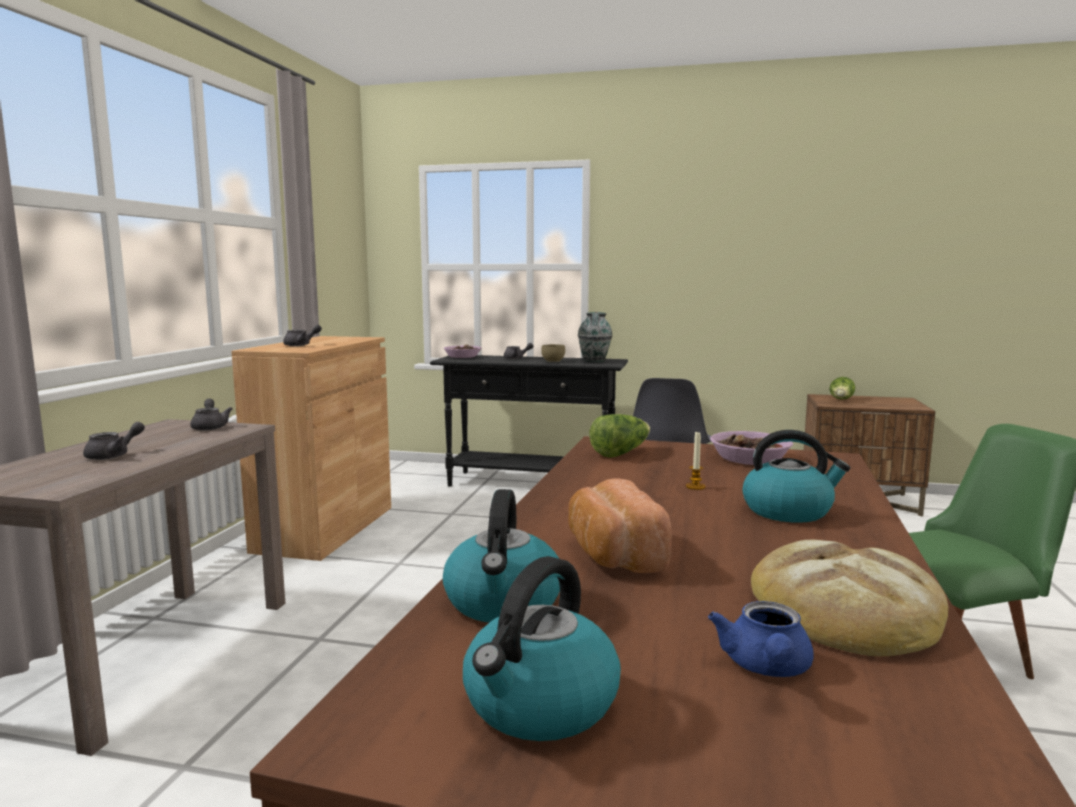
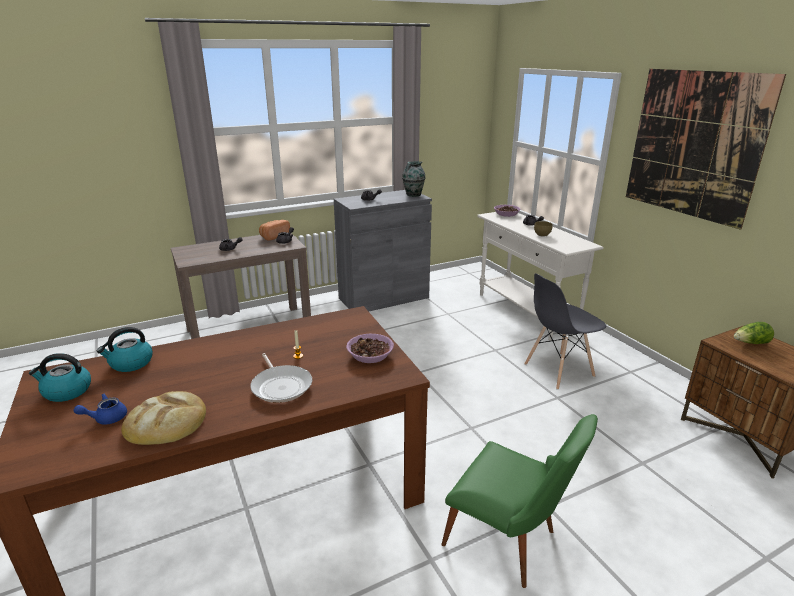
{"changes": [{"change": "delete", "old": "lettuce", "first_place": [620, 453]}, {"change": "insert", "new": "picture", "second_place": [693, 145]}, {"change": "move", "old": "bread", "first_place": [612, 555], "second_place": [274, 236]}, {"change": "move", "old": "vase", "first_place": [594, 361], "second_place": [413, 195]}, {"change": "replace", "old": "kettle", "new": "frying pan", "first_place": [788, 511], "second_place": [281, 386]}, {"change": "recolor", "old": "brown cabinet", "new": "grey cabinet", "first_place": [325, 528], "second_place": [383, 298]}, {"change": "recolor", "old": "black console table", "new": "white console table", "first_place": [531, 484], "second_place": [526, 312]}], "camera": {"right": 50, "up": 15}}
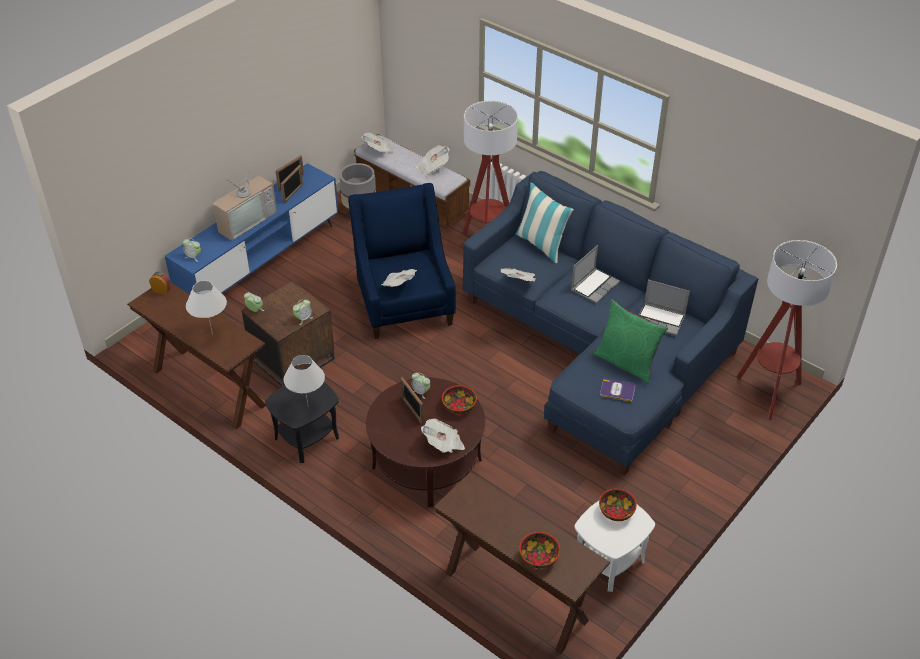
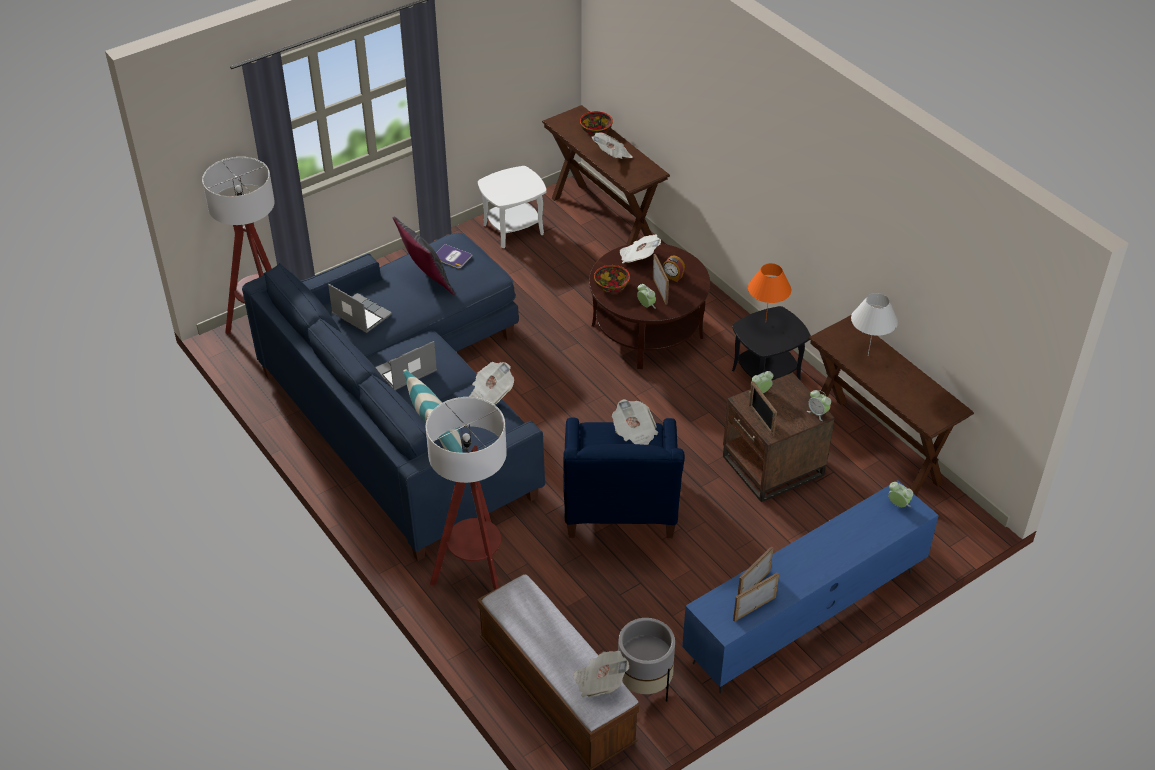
{"changes": [{"change": "delete", "old": "television", "first_place": [245, 220]}, {"change": "delete", "old": "bowl", "first_place": [616, 511]}, {"change": "insert", "new": "picture frame", "second_place": [761, 420]}, {"change": "move", "old": "alarm clock", "first_place": [162, 290], "second_place": [673, 277]}, {"change": "move", "old": "newspaper", "first_place": [432, 167], "second_place": [612, 155]}, {"change": "recolor", "old": "white table lamp", "new": "orange table lamp", "first_place": [308, 407], "second_place": [765, 322]}, {"change": "recolor", "old": "green pillow", "new": "grey pillow", "first_place": [626, 363], "second_place": [426, 281]}], "camera": {"right": -165, "up": 0}}
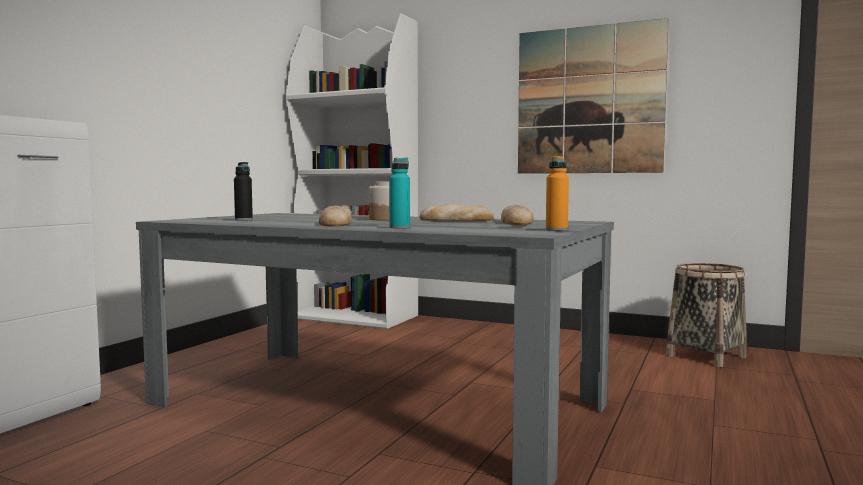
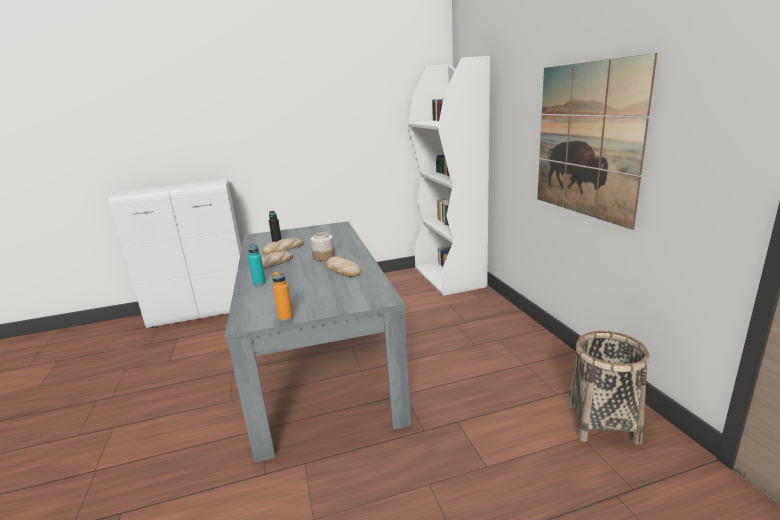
{"changes": [{"change": "move", "old": "bread", "first_place": [517, 222], "second_place": [283, 248]}], "camera": {"right": 50, "up": 15}}
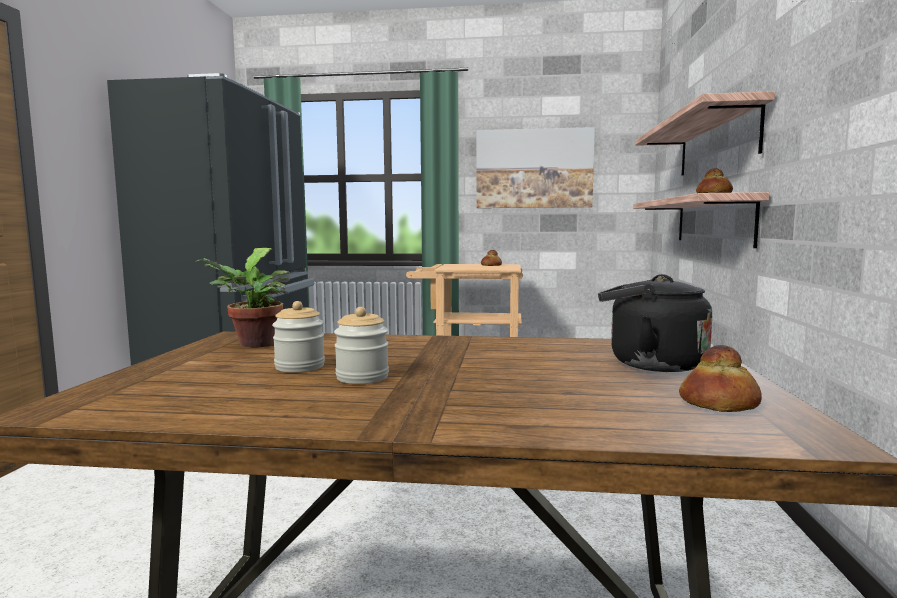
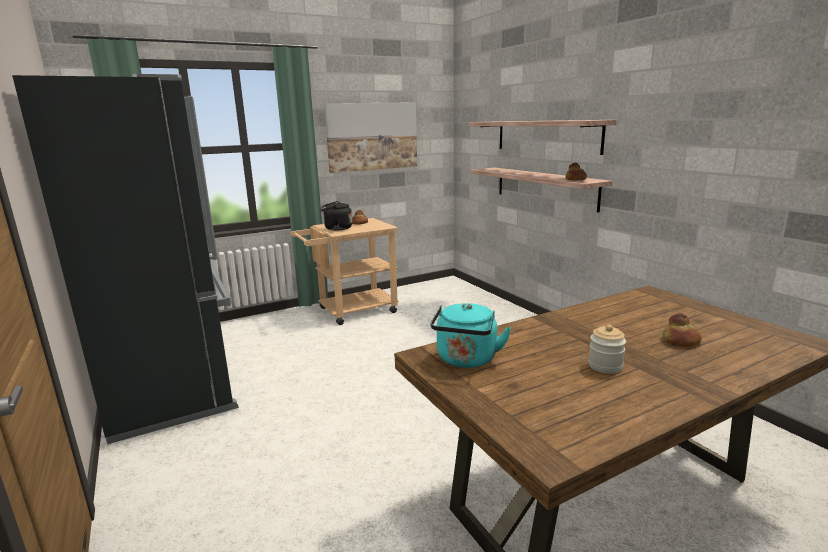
{"changes": [{"change": "delete", "old": "jar", "first_place": [300, 367]}, {"change": "move", "old": "black kettle", "first_place": [650, 364], "second_place": [336, 228]}, {"change": "move", "old": "bread", "first_place": [720, 403], "second_place": [681, 341]}, {"change": "replace", "old": "potted plant", "new": "turquoise kettle", "first_place": [254, 345], "second_place": [466, 360]}], "camera": {"right": -35, "up": 10}}
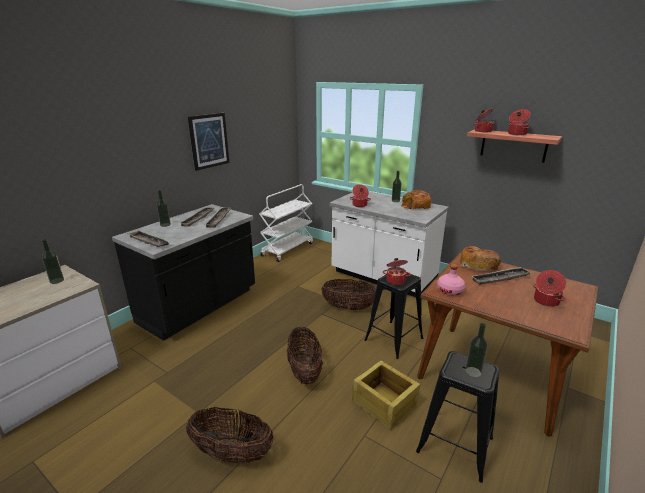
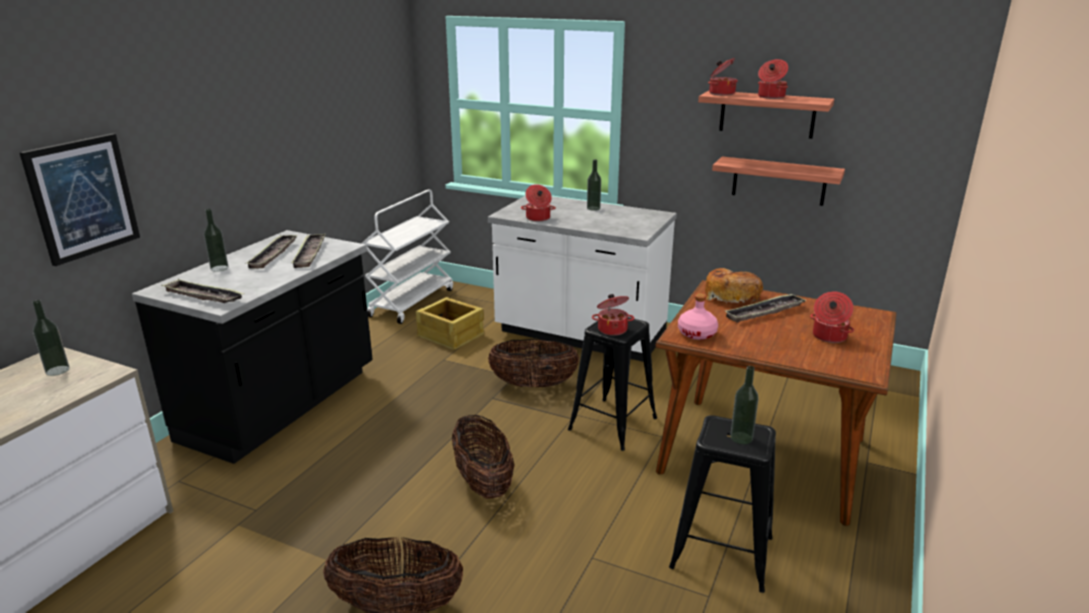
{"changes": [{"change": "delete", "old": "bread", "first_place": [415, 206]}, {"change": "insert", "new": "shelf", "second_place": [779, 181]}, {"change": "move", "old": "picture", "first_place": [209, 141], "second_place": [82, 198]}, {"change": "move", "old": "crate", "first_place": [384, 404], "second_place": [450, 336]}], "camera": {"right": -10, "up": 0}}
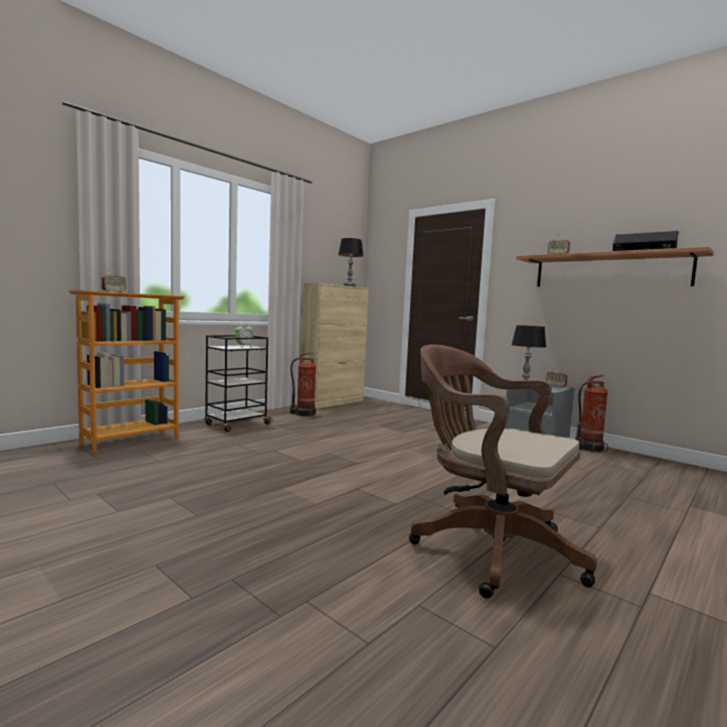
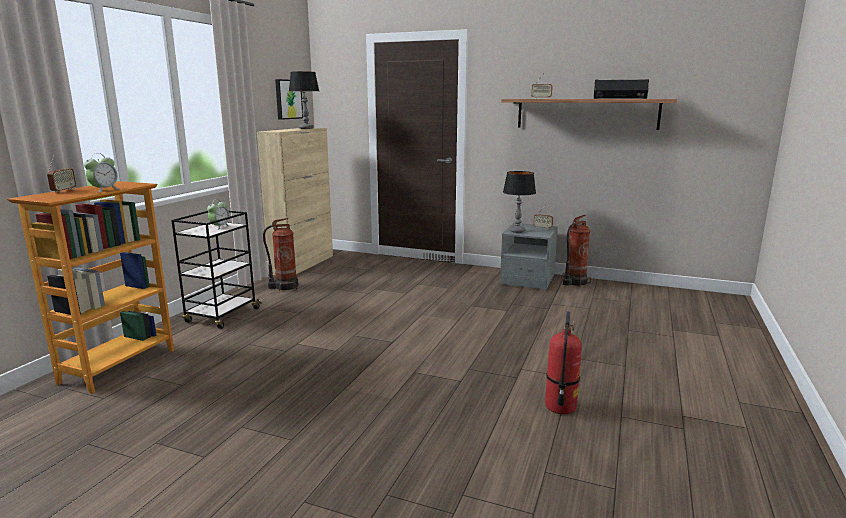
{"changes": [{"change": "insert", "new": "alarm clock", "second_place": [104, 190]}, {"change": "insert", "new": "picture", "second_place": [288, 99]}, {"change": "replace", "old": "brown office chair", "new": "fire extinguisher", "first_place": [488, 547], "second_place": [560, 406]}], "camera": {"right": -20, "up": 10}}
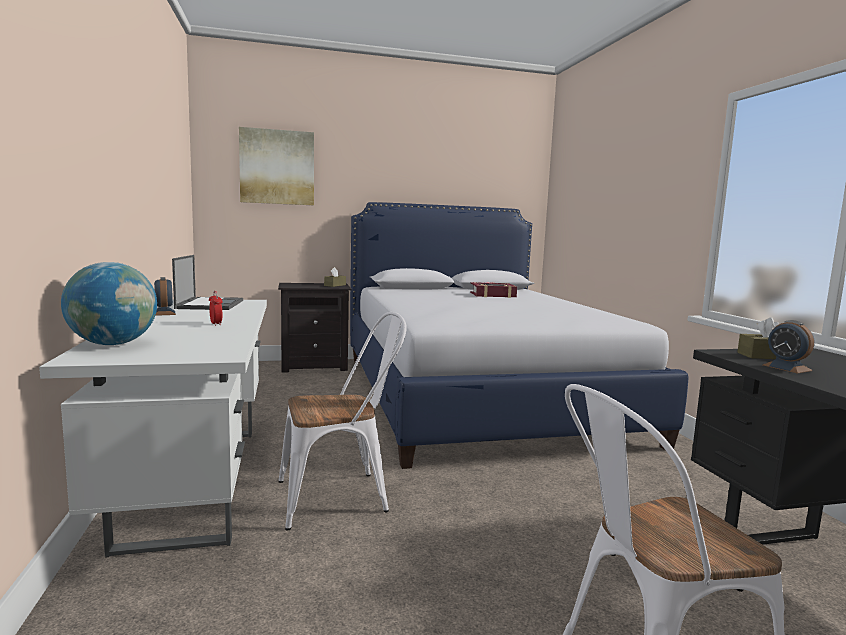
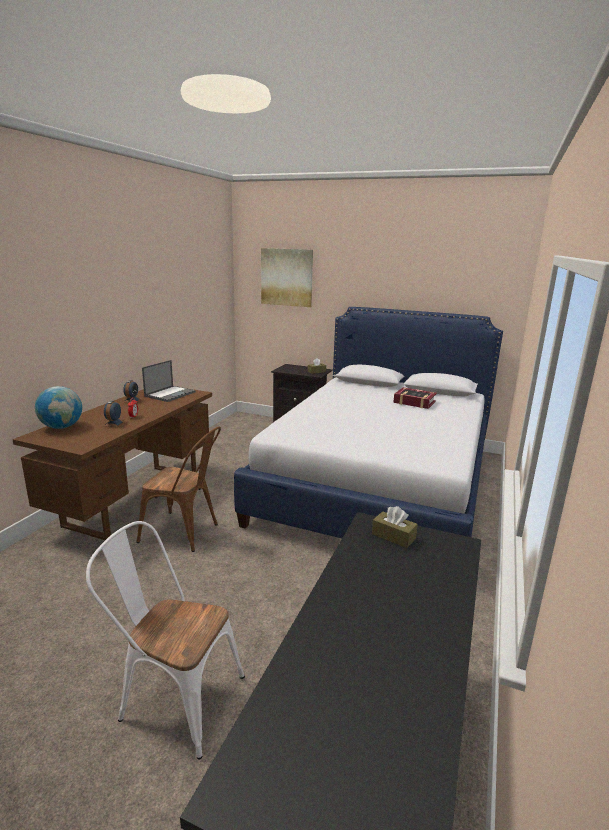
{"changes": [{"change": "move", "old": "alarm clock", "first_place": [786, 368], "second_place": [113, 423]}, {"change": "recolor", "old": "white desk", "new": "brown desk", "first_place": [193, 481], "second_place": [135, 498]}, {"change": "recolor", "old": "white chair", "new": "brown chair", "first_place": [342, 496], "second_place": [185, 533]}], "camera": {"right": 35, "up": 10}}
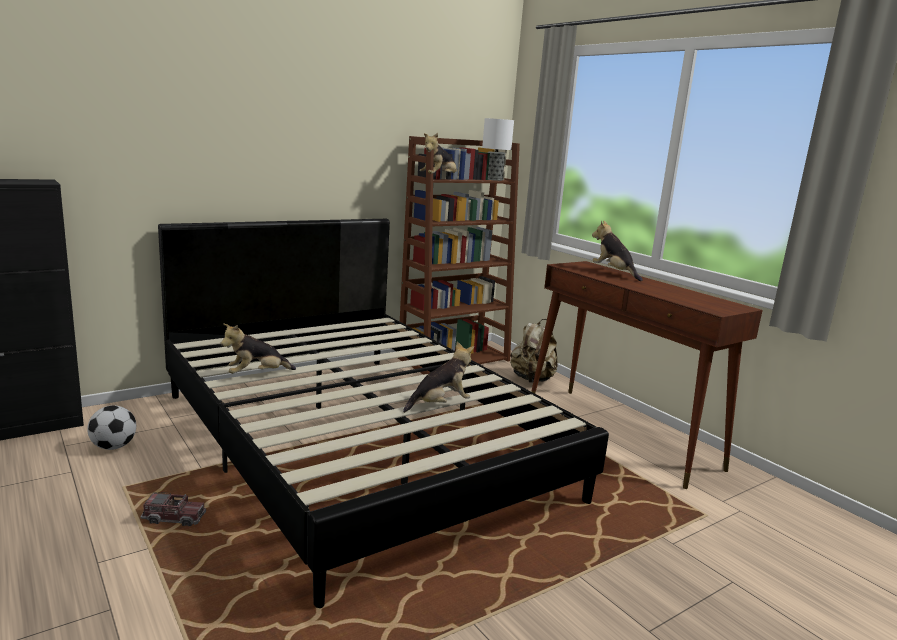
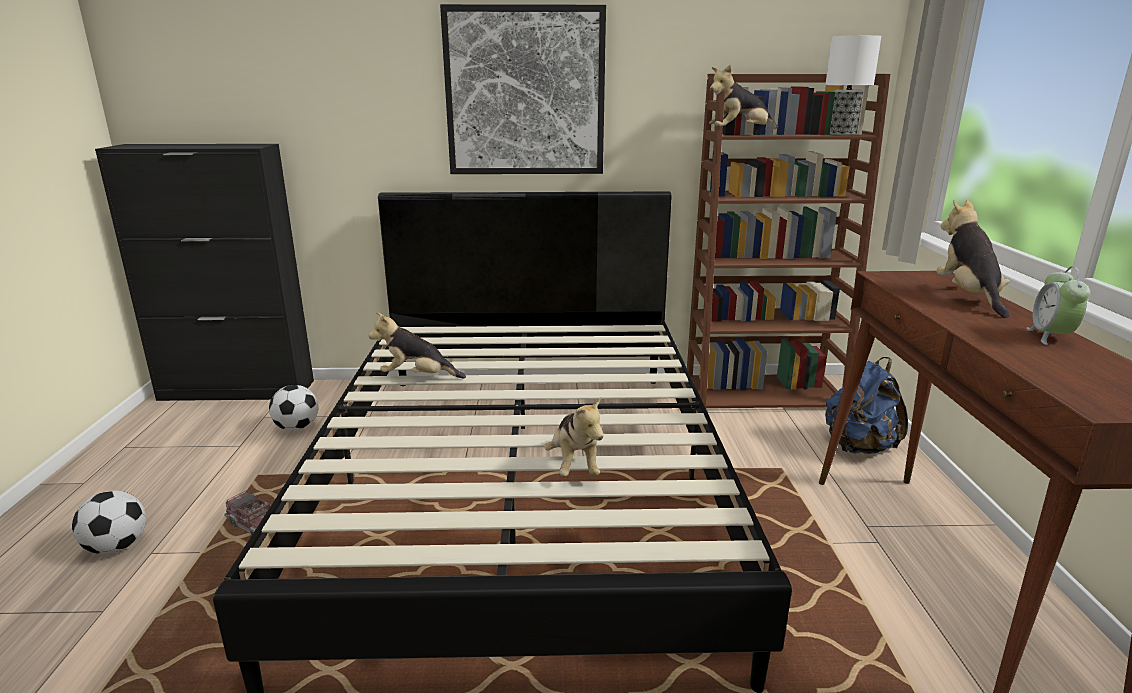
{"changes": [{"change": "insert", "new": "football", "second_place": [117, 547]}, {"change": "insert", "new": "picture", "second_place": [525, 92]}, {"change": "insert", "new": "alarm clock", "second_place": [1050, 337]}, {"change": "recolor", "old": "beige backpack", "new": "blue backpack", "first_place": [532, 380], "second_place": [858, 447]}, {"change": "rotate", "old": "plush toy", "first_place": [440, 404], "second_place": [574, 465], "degrees": 75}], "camera": {"right": 35, "up": 5}}
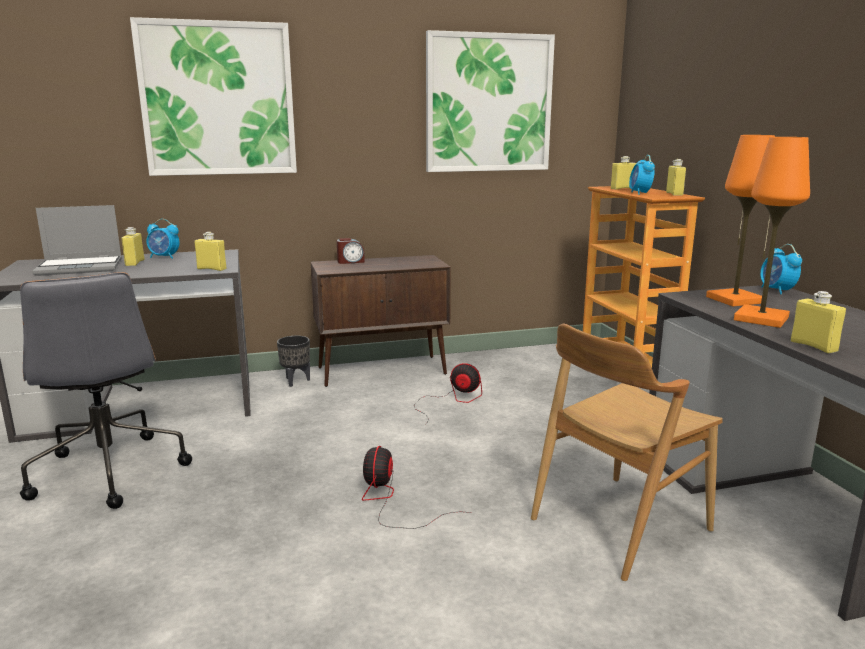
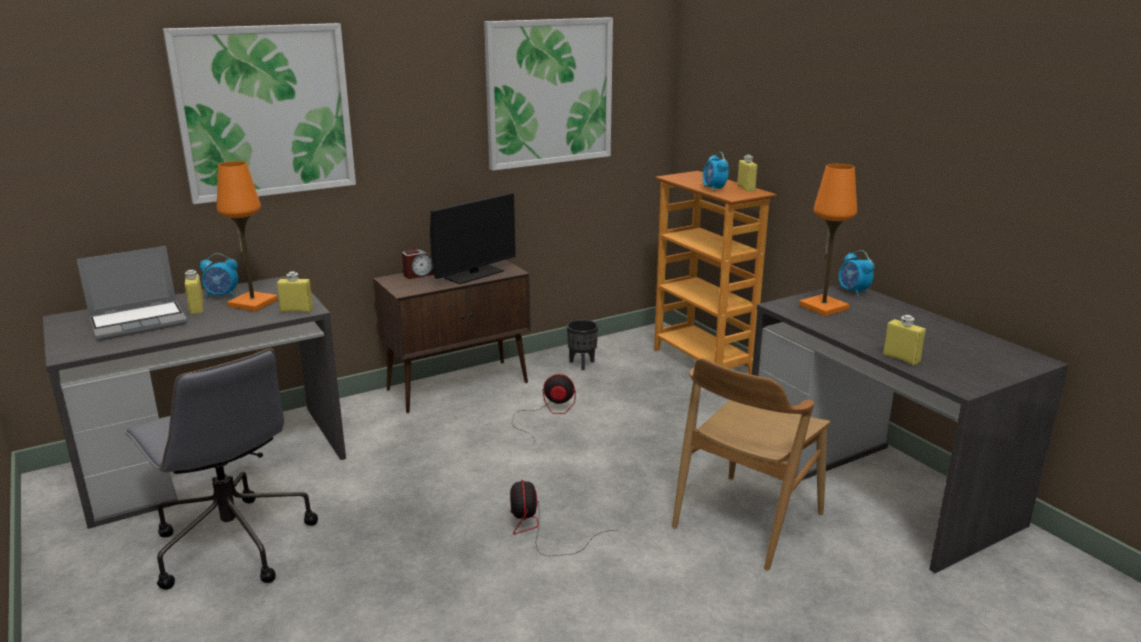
{"changes": [{"change": "delete", "old": "yellow bottle", "first_place": [622, 188]}, {"change": "insert", "new": "monitor", "second_place": [474, 274]}, {"change": "move", "old": "black planter", "first_place": [296, 381], "second_place": [582, 364]}, {"change": "move", "old": "orange table lamp", "first_place": [760, 319], "second_place": [253, 303]}], "camera": {"right": -15, "up": 5}}
